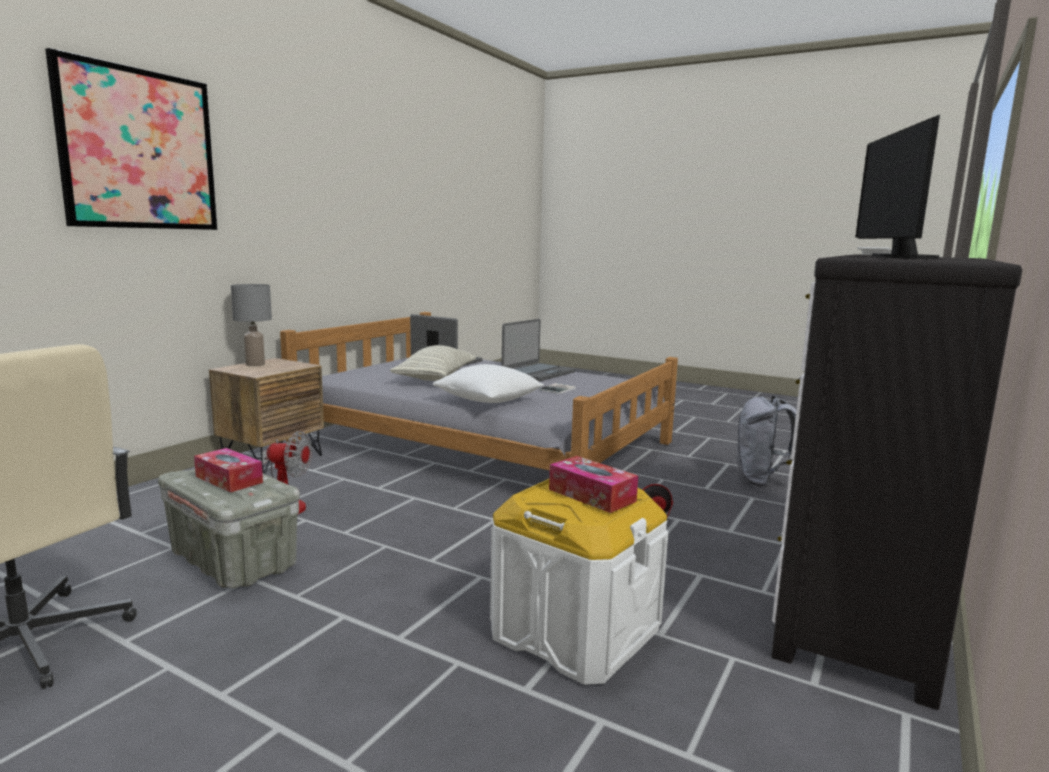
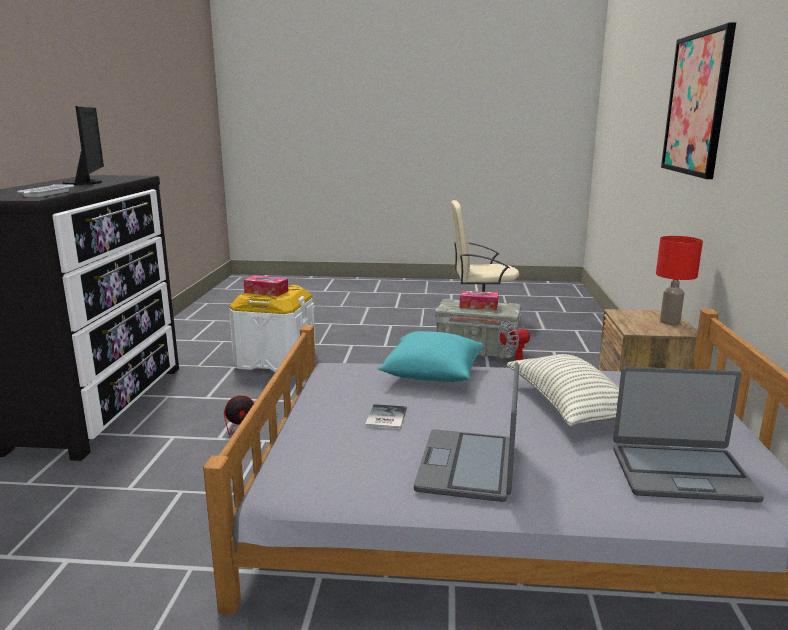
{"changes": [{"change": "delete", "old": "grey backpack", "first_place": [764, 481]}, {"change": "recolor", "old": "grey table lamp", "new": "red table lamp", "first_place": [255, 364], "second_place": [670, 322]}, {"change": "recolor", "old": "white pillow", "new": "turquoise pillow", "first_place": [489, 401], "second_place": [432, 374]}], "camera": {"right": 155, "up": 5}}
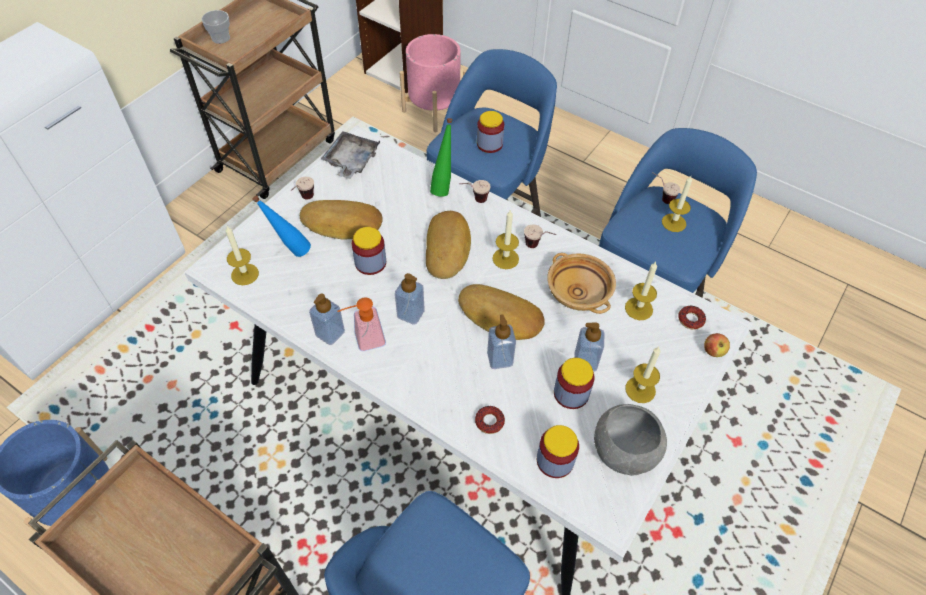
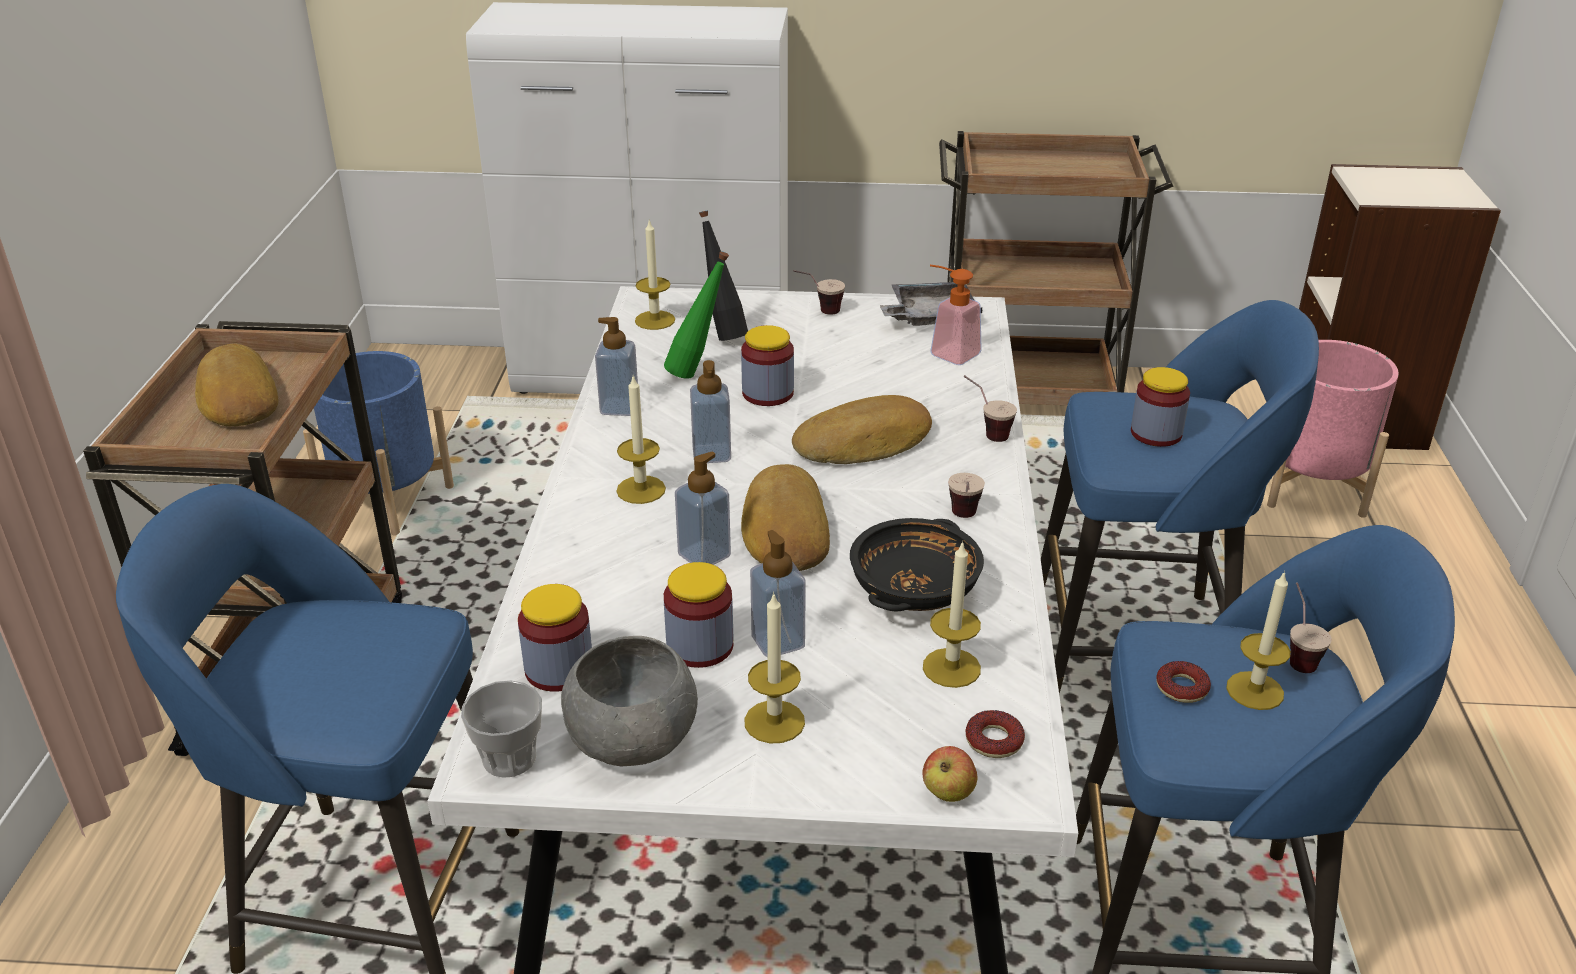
{"changes": [{"change": "move", "old": "cup", "first_place": [221, 38], "second_place": [509, 758]}, {"change": "move", "old": "bread", "first_place": [342, 224], "second_place": [236, 398]}, {"change": "move", "old": "soap dispenser", "first_place": [364, 340], "second_place": [948, 352]}, {"change": "move", "old": "green bottle", "first_place": [443, 187], "second_place": [698, 373]}, {"change": "move", "old": "donut", "first_place": [489, 422], "second_place": [1182, 688]}, {"change": "move", "old": "candle", "first_place": [505, 258], "second_place": [641, 490]}, {"change": "recolor", "old": "blue bottle", "new": "black bottle", "first_place": [290, 251], "second_place": [723, 334]}, {"change": "recolor", "old": "beige bowl", "new": "black bowl", "first_place": [579, 293], "second_place": [914, 591]}], "camera": {"right": 60, "up": -20}}
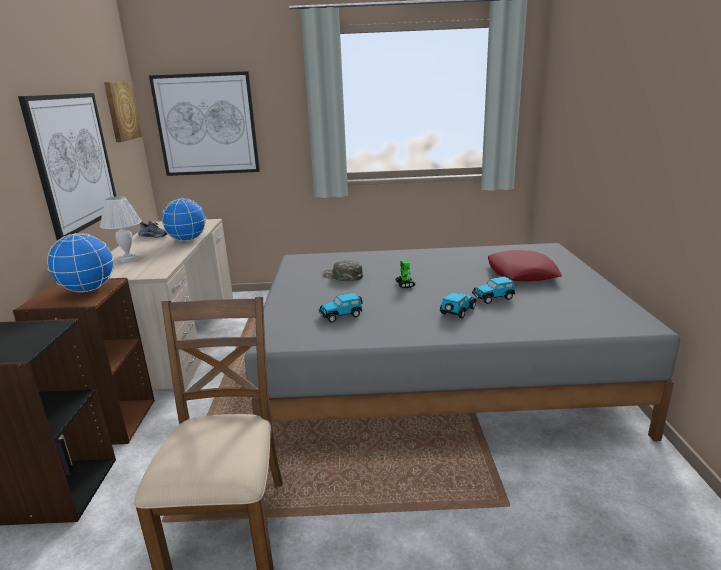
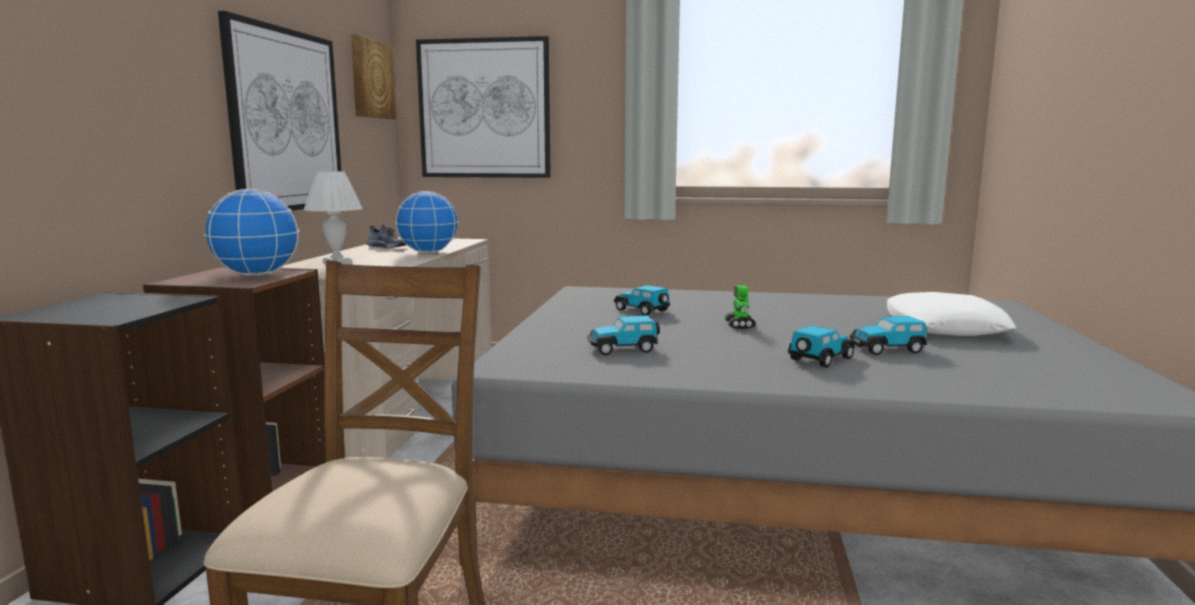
{"changes": [{"change": "replace", "old": "green cap", "new": "toy car", "first_place": [342, 276], "second_place": [642, 311]}, {"change": "recolor", "old": "red pillow", "new": "white pillow", "first_place": [522, 273], "second_place": [944, 327]}], "camera": {"right": 10, "up": -10}}
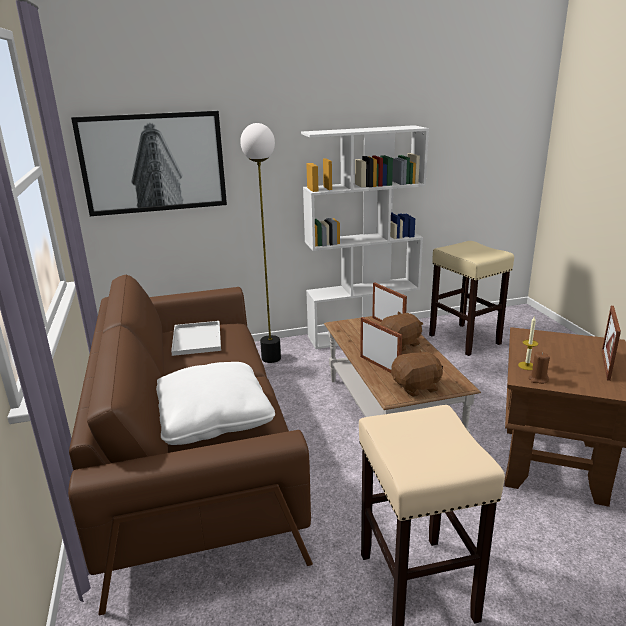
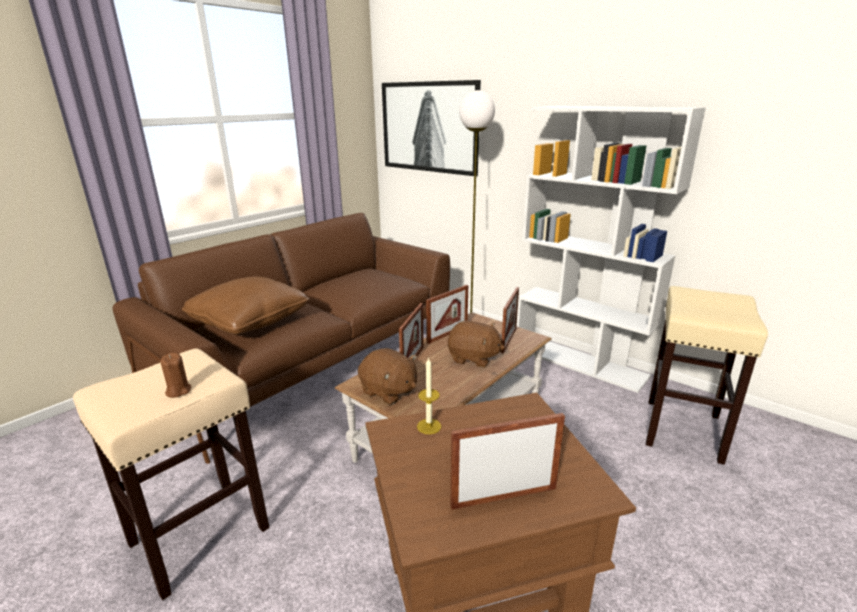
{"changes": [{"change": "delete", "old": "white tray", "first_place": [196, 338]}, {"change": "insert", "new": "picture frame", "second_place": [447, 334]}, {"change": "move", "old": "brown candle", "first_place": [538, 379], "second_place": [178, 391]}, {"change": "recolor", "old": "white pillow", "new": "brown pillow", "first_place": [212, 419], "second_place": [249, 321]}], "camera": {"right": 55, "up": 0}}
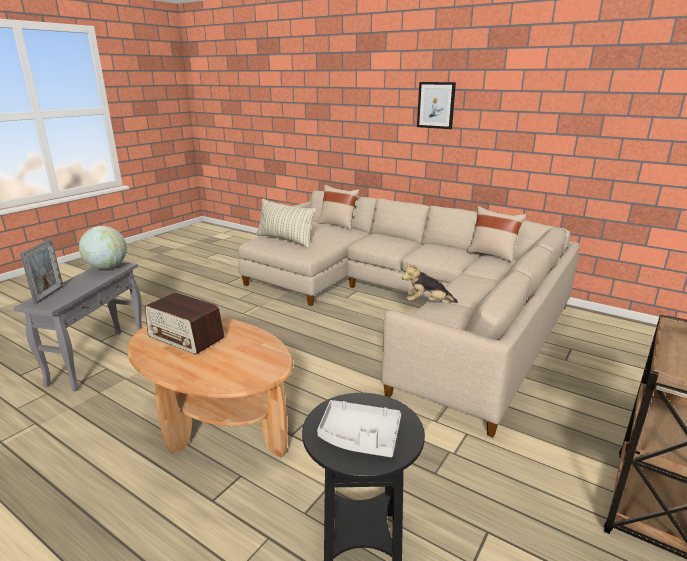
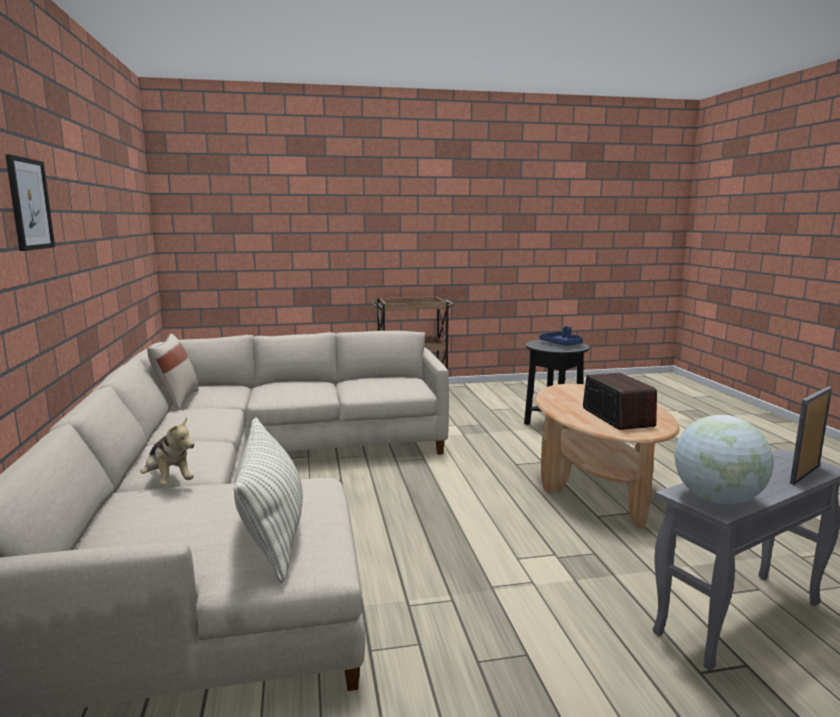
{"changes": [{"change": "delete", "old": "beige pillow", "first_place": [338, 225]}, {"change": "move", "old": "plush toy", "first_place": [427, 303], "second_place": [168, 481]}, {"change": "recolor", "old": "grey tray", "new": "blue tray", "first_place": [359, 437], "second_place": [562, 344]}], "camera": {"right": -135, "up": -10}}
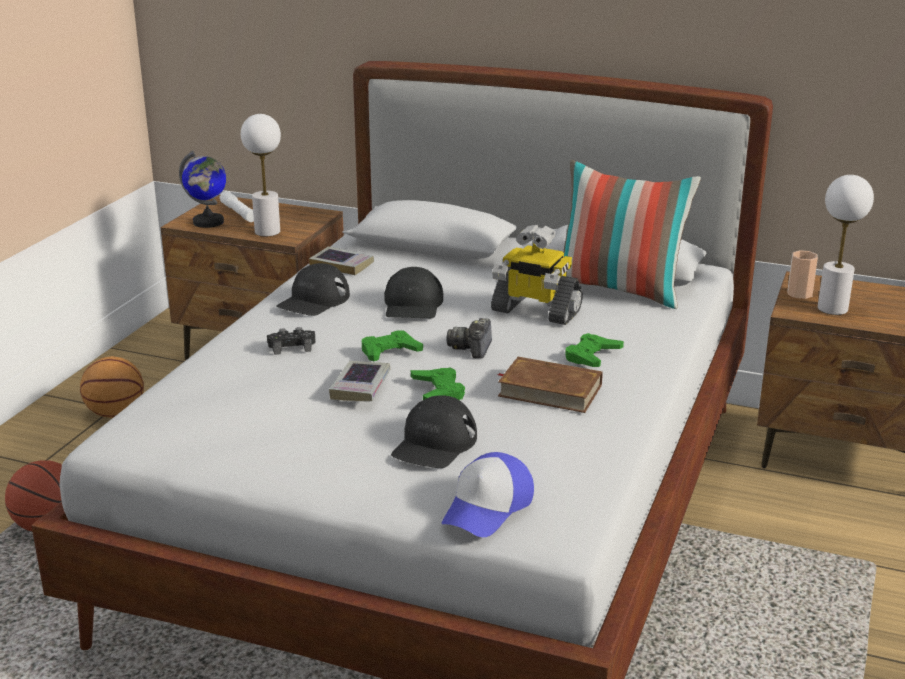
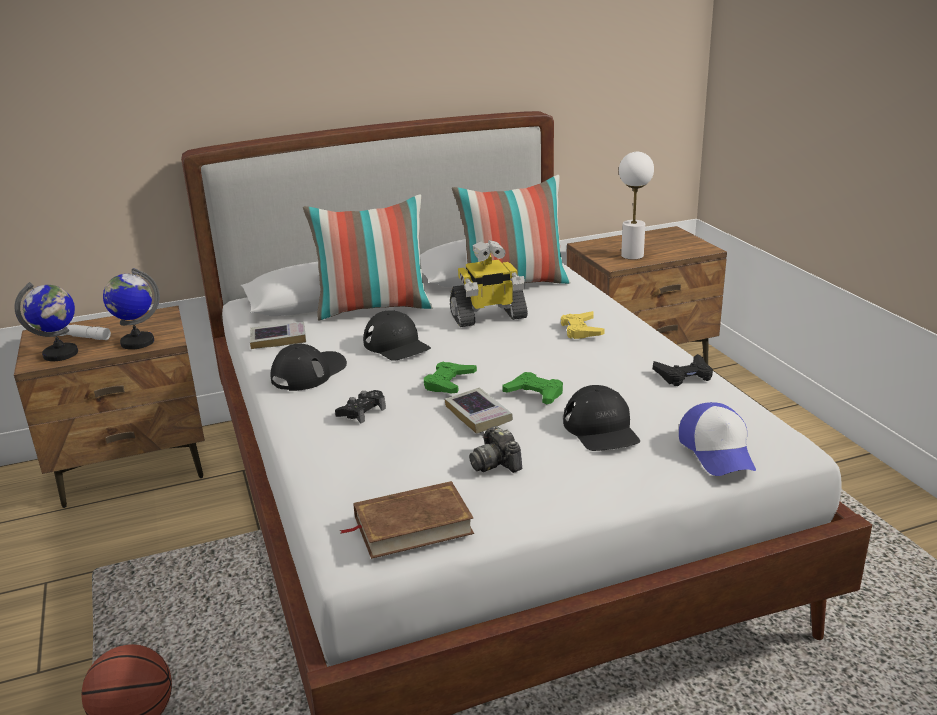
{"changes": [{"change": "delete", "old": "basketball", "first_place": [116, 413]}, {"change": "delete", "old": "cup", "first_place": [799, 294]}, {"change": "insert", "new": "pillow", "second_place": [374, 308]}, {"change": "insert", "new": "black game controller", "second_place": [684, 375]}, {"change": "move", "old": "photo camera", "first_place": [472, 348], "second_place": [496, 463]}, {"change": "move", "old": "brown book", "first_place": [549, 390], "second_place": [412, 525]}, {"change": "replace", "old": "white table lamp", "new": "globe", "first_place": [267, 232], "second_place": [137, 342]}, {"change": "recolor", "old": "green game controller", "new": "yellow game controller", "first_place": [592, 356], "second_place": [581, 330]}, {"change": "rotate", "old": "black cap", "first_place": [313, 300], "second_place": [309, 372], "degrees": -135}], "camera": {"right": -40, "up": 0}}
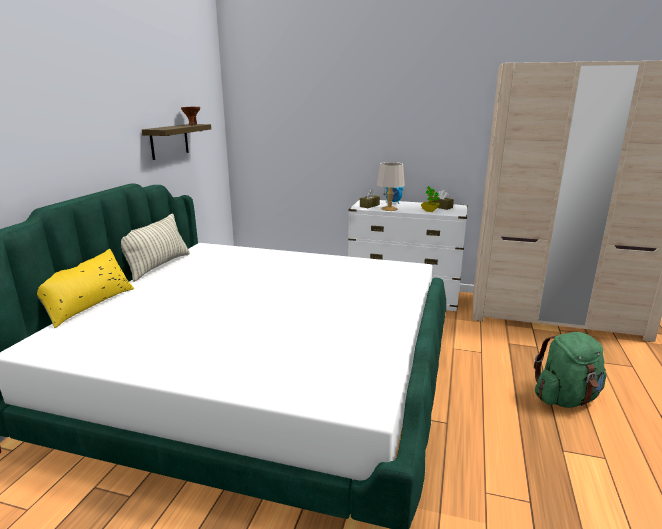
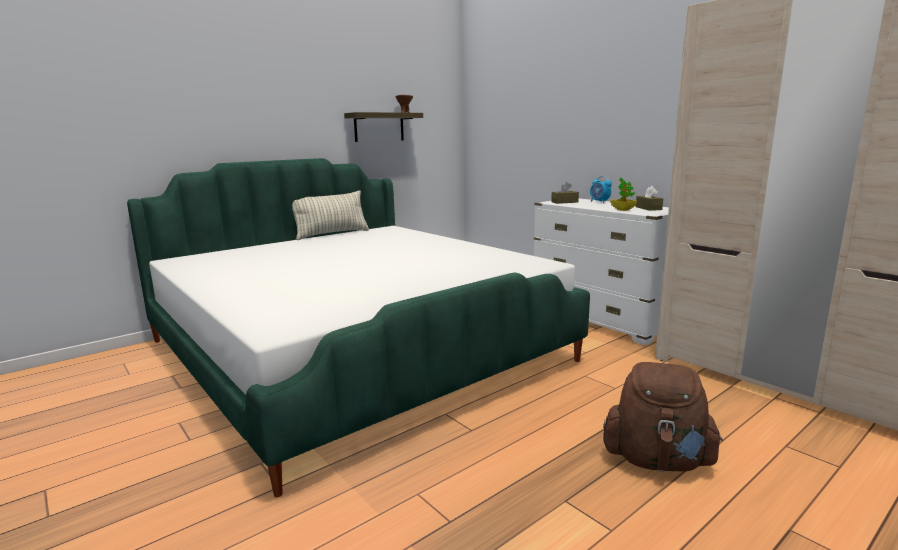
{"changes": [{"change": "delete", "old": "yellow pillow", "first_place": [88, 305]}, {"change": "delete", "old": "grey table lamp", "first_place": [389, 209]}, {"change": "recolor", "old": "green backpack", "new": "brown backpack", "first_place": [565, 398], "second_place": [657, 460]}], "camera": {"right": 35, "up": -5}}
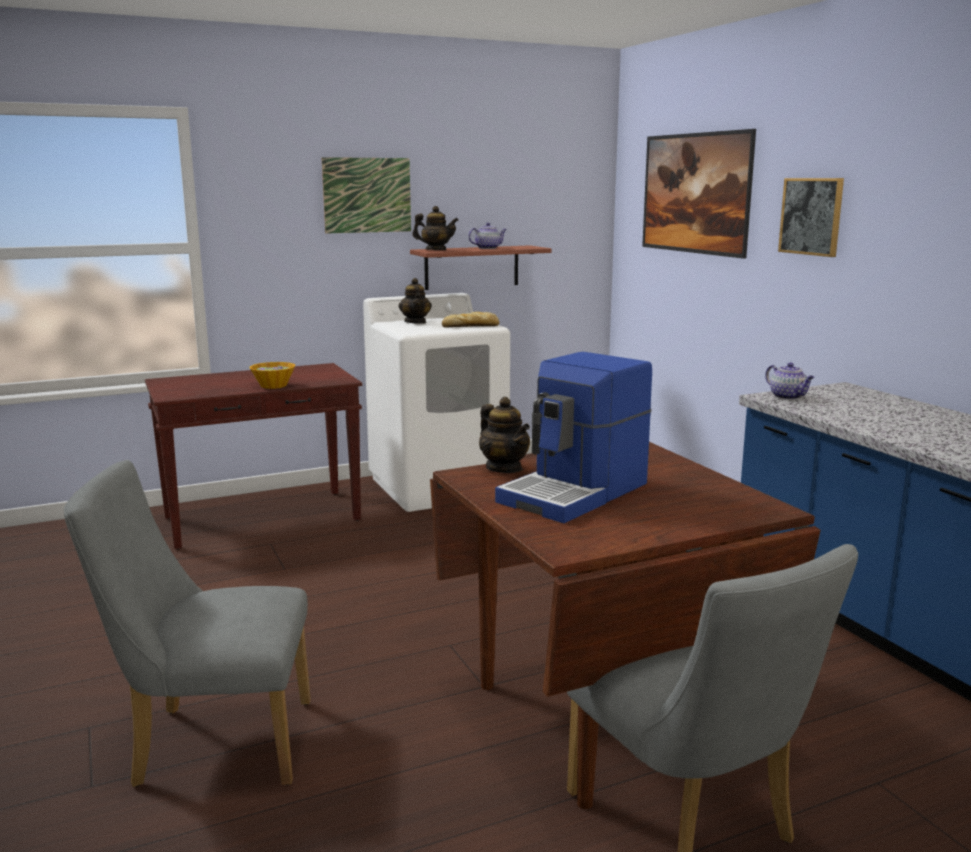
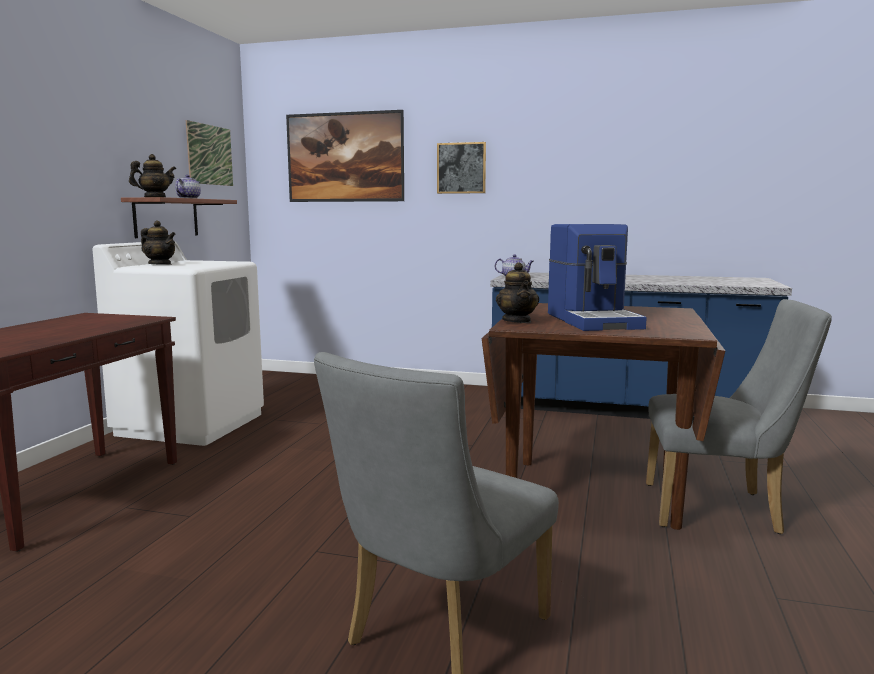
{"changes": [{"change": "delete", "old": "bowl", "first_place": [273, 385]}, {"change": "delete", "old": "bread", "first_place": [471, 326]}, {"change": "move", "old": "picture", "first_place": [367, 195], "second_place": [210, 155]}, {"change": "rotate", "old": "teapot", "first_place": [504, 468], "second_place": [517, 321], "degrees": 75}], "camera": {"right": -50, "up": -5}}
